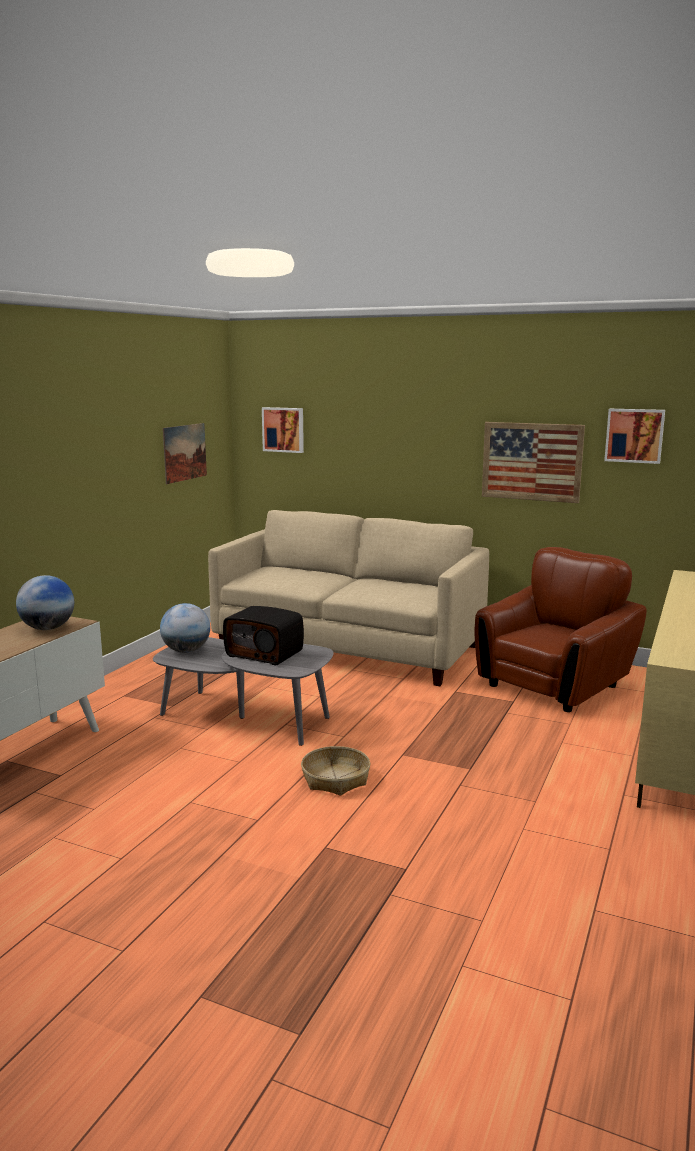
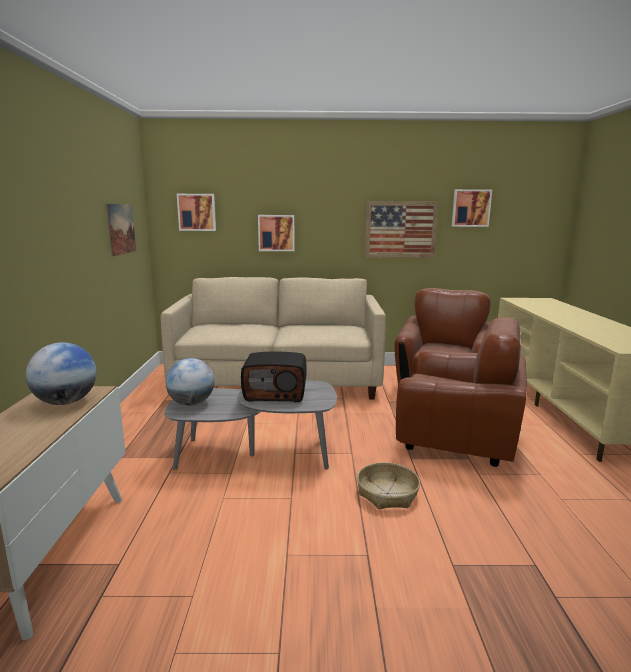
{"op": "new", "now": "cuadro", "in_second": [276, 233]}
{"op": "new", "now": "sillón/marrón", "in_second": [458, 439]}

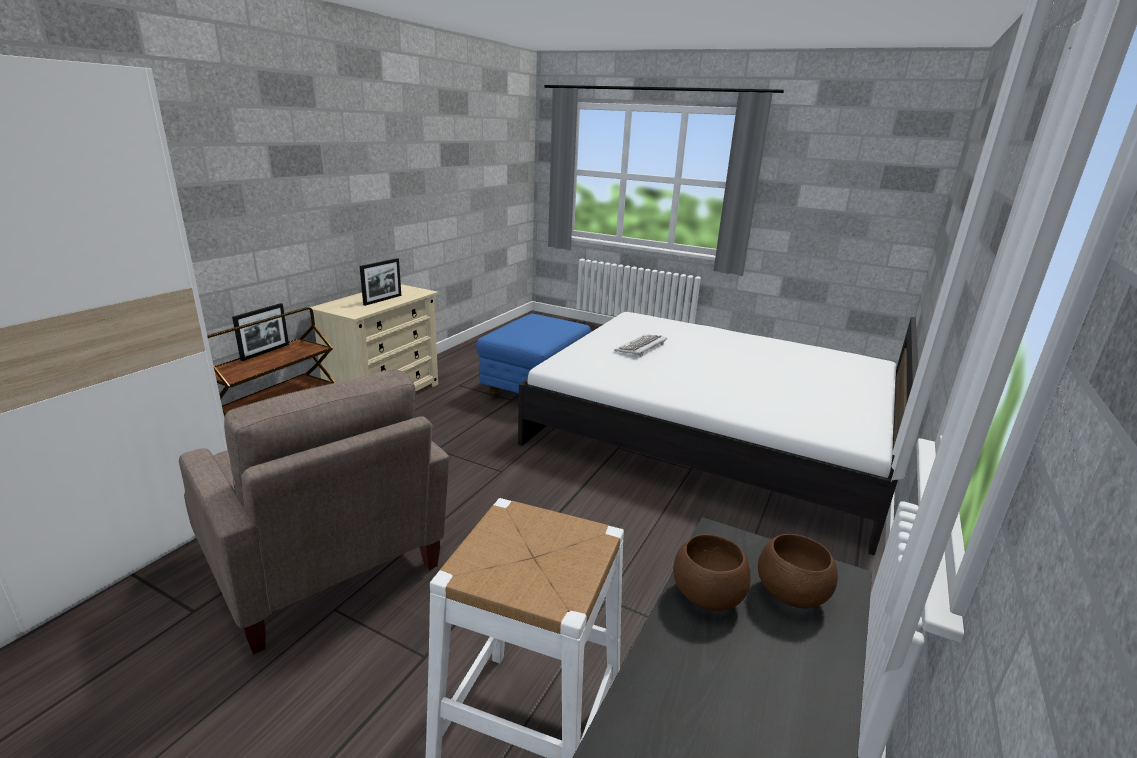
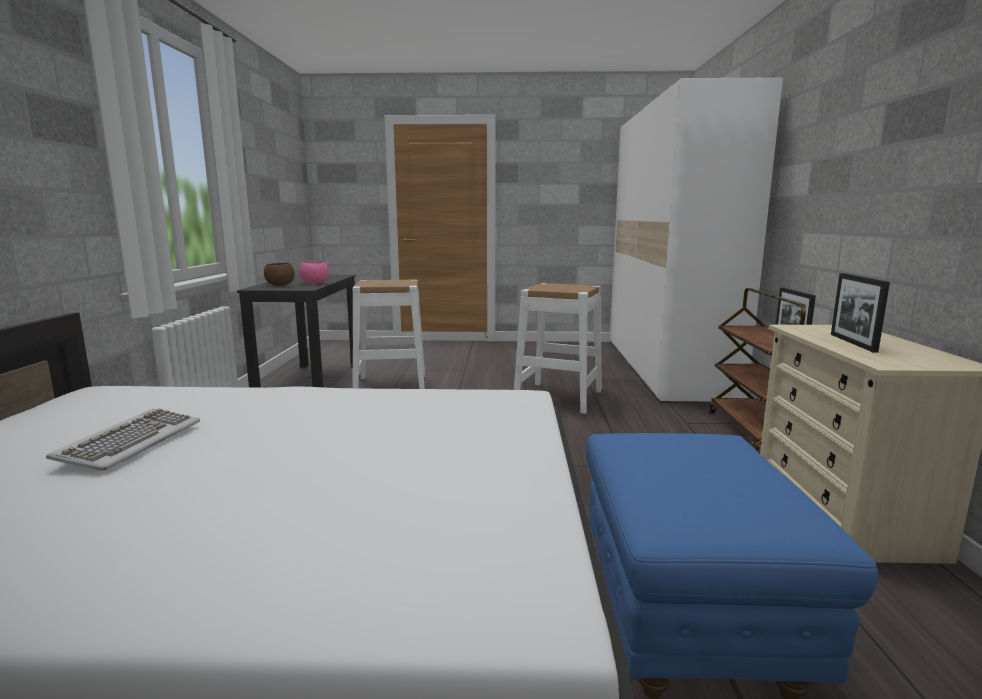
{"op": "shifted", "was": "teclado", "in_first": [641, 347], "in_second": [130, 443]}
{"op": "swapped", "was": "sillón/beis", "now": "taburete/blanco", "in_first": [326, 568], "in_second": [558, 397]}
{"op": "repainted", "was": "cuenco/marrón", "now": "cuenco/rosa", "in_first": [707, 596], "in_second": [314, 283]}

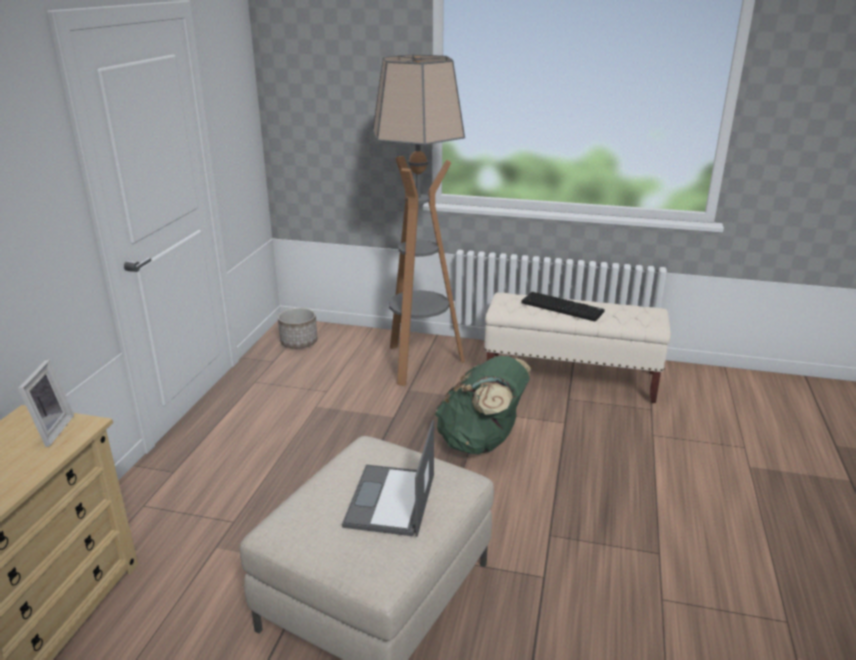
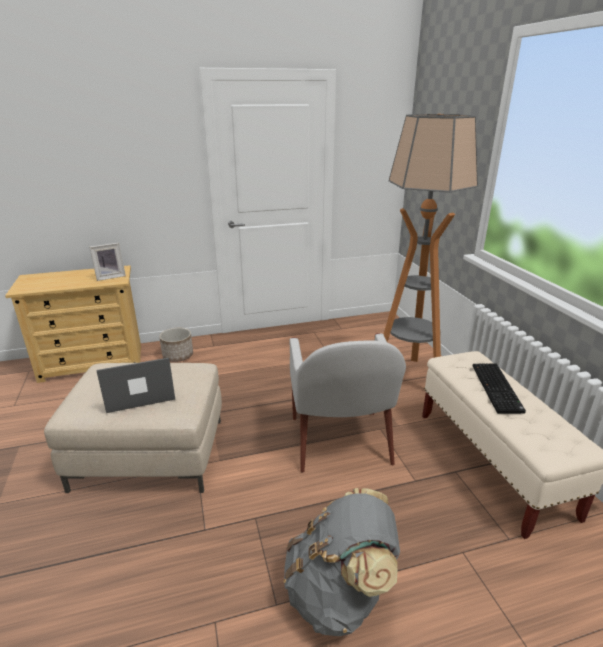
{"op": "shifted", "was": "maceta", "in_first": [299, 342], "in_second": [178, 356]}
{"op": "swapped", "was": "mochila/verde", "now": "sillón/blanco", "in_first": [481, 442], "in_second": [340, 442]}
{"op": "new", "now": "mochila/gris", "in_second": [339, 593]}

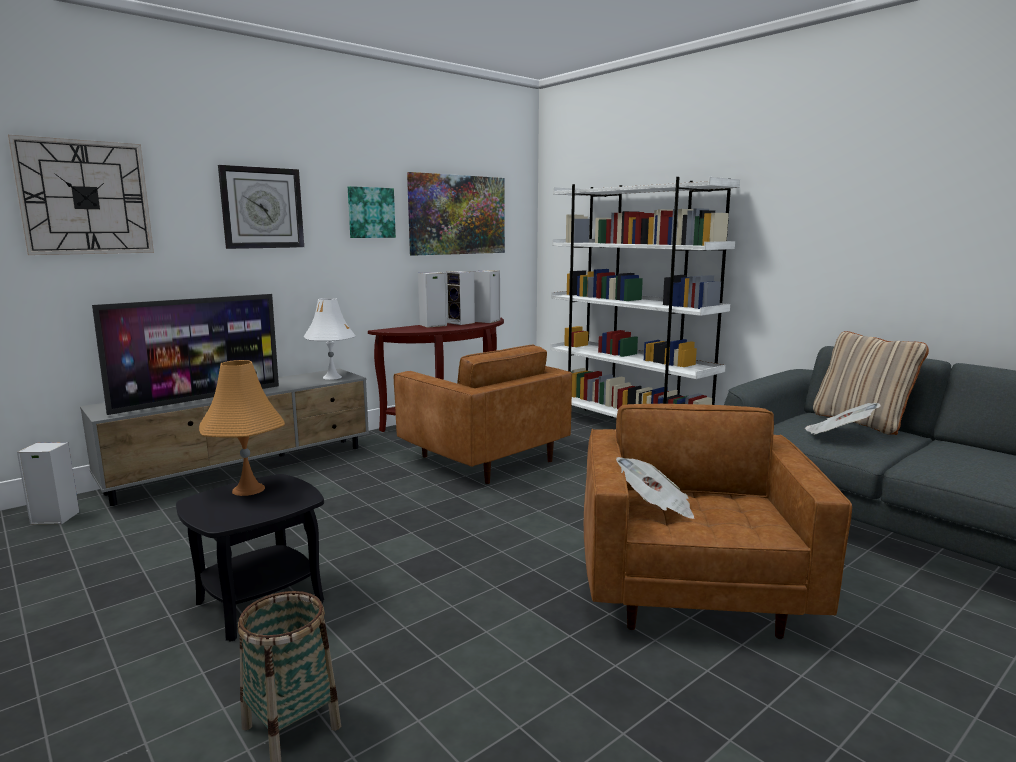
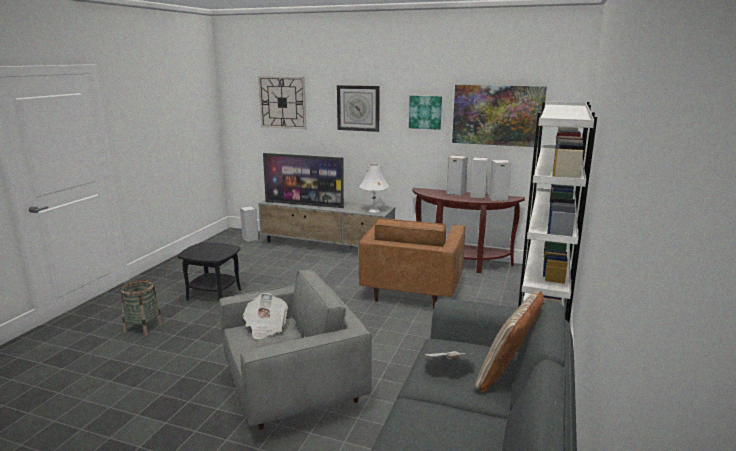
{"op": "gone", "was": "lámpara de mesa/naranja", "in_first": [248, 489]}
{"op": "repainted", "was": "sillón/marrón", "now": "sillón/gris", "in_first": [692, 591], "in_second": [294, 392]}

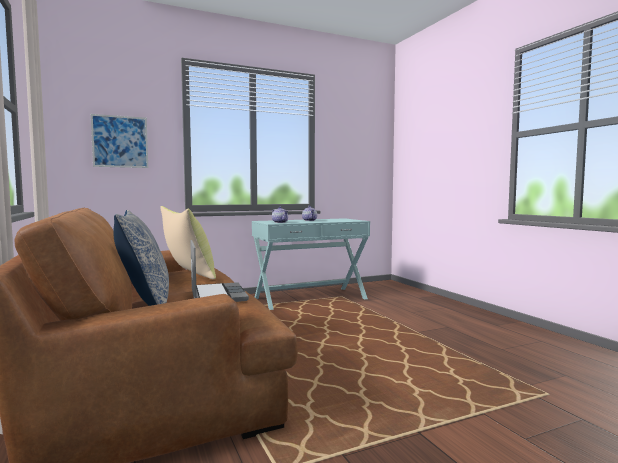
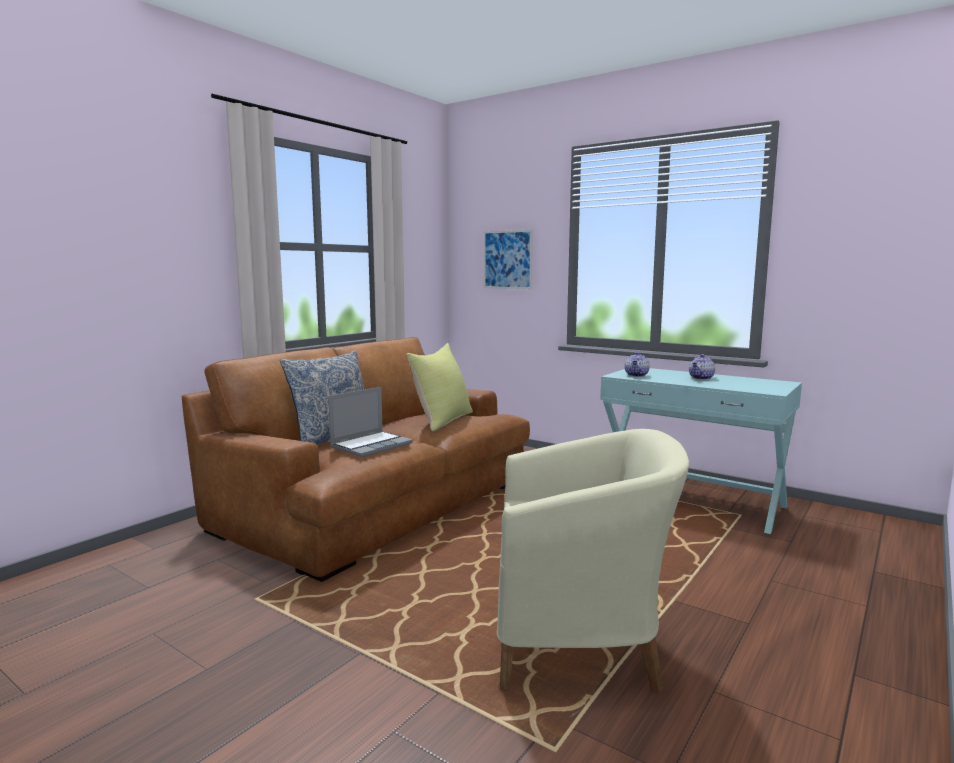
{"op": "new", "now": "sillón/beis", "in_second": [580, 644]}

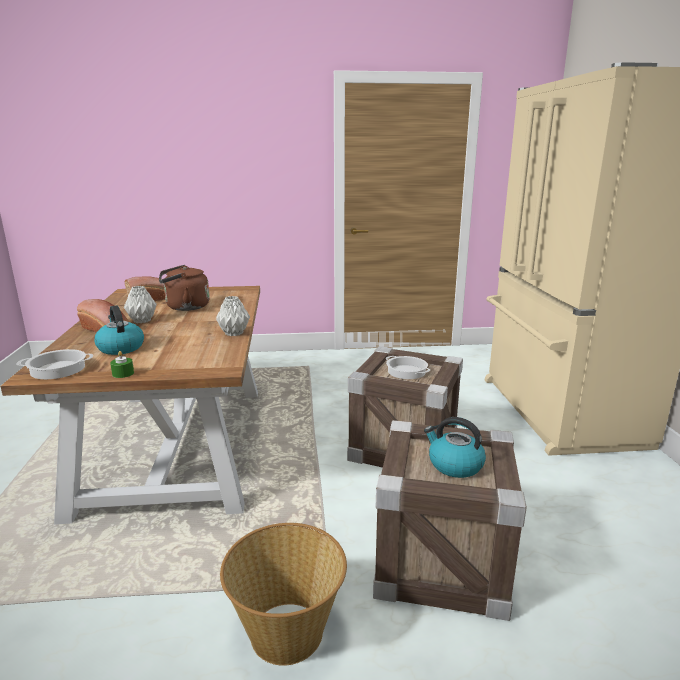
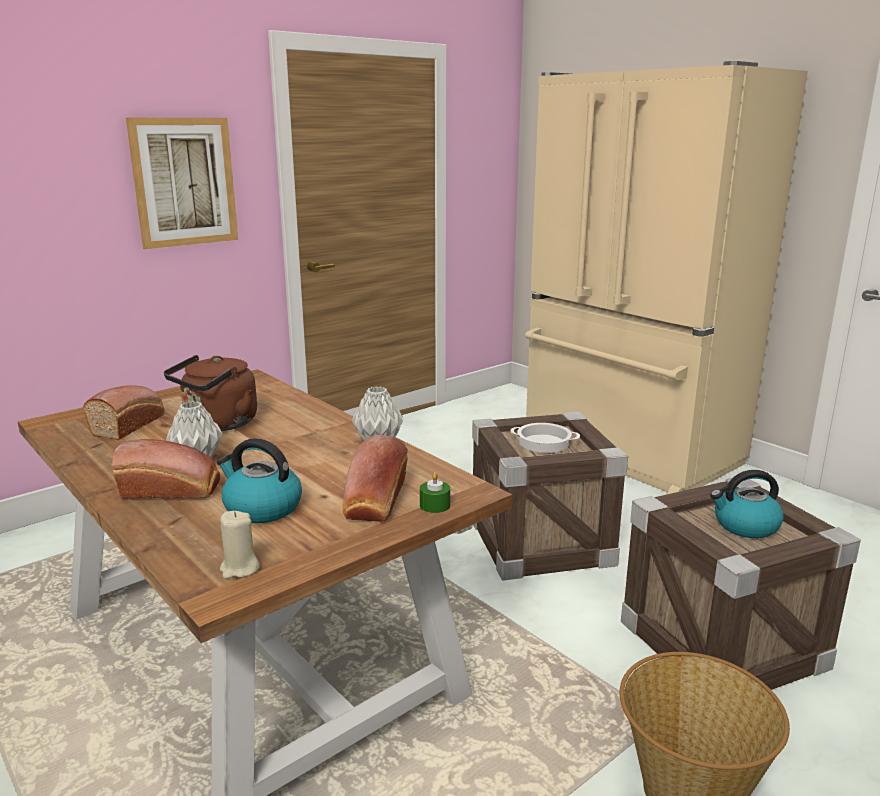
{"op": "swapped", "was": "olla", "now": "vela/beis", "in_first": [58, 369], "in_second": [240, 569]}
{"op": "shifted", "was": "vela/verde", "in_first": [123, 373], "in_second": [435, 505]}
{"op": "new", "now": "cuadro", "in_second": [184, 182]}
{"op": "new", "now": "pan", "in_second": [375, 501]}

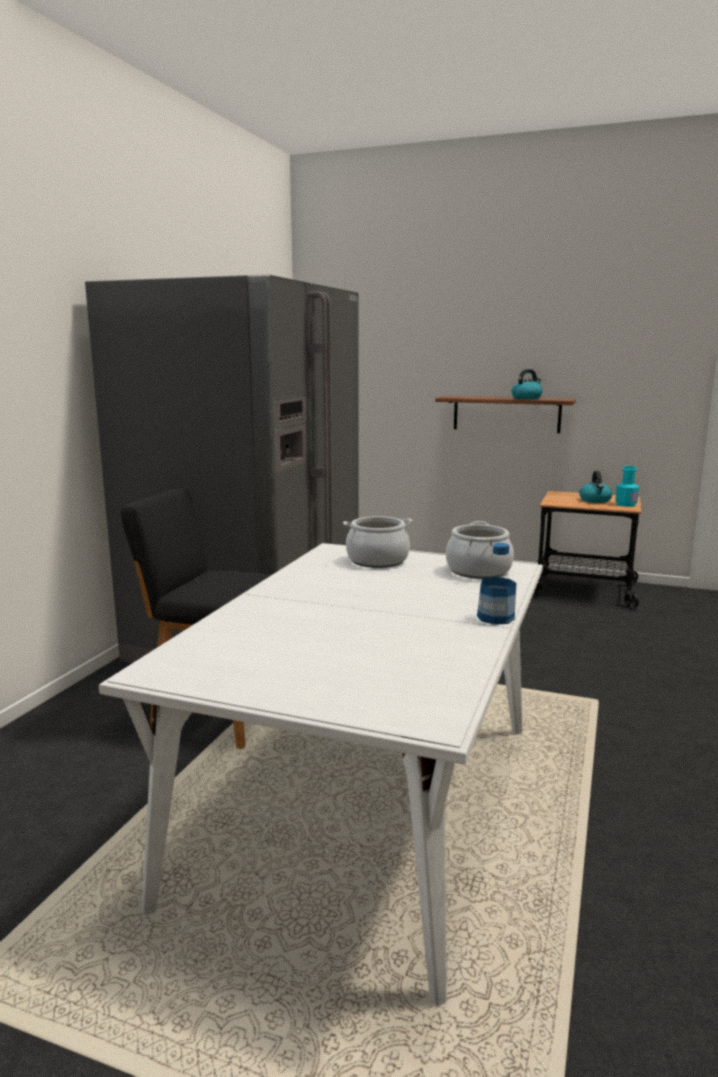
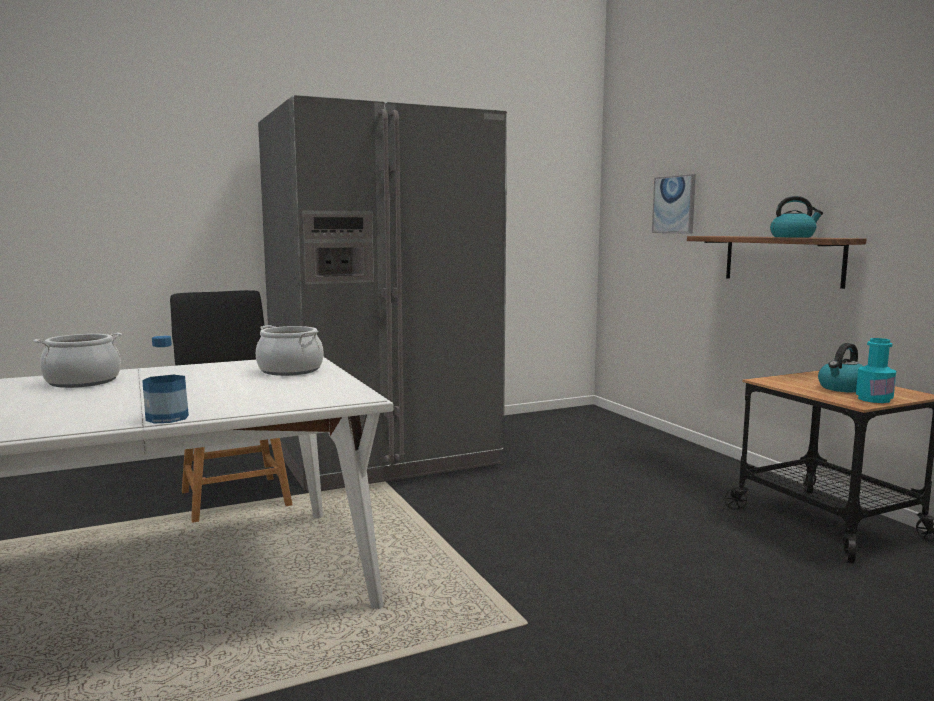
{"op": "shifted", "was": "olla", "in_first": [478, 571], "in_second": [83, 382]}
{"op": "new", "now": "cuadro", "in_second": [674, 204]}

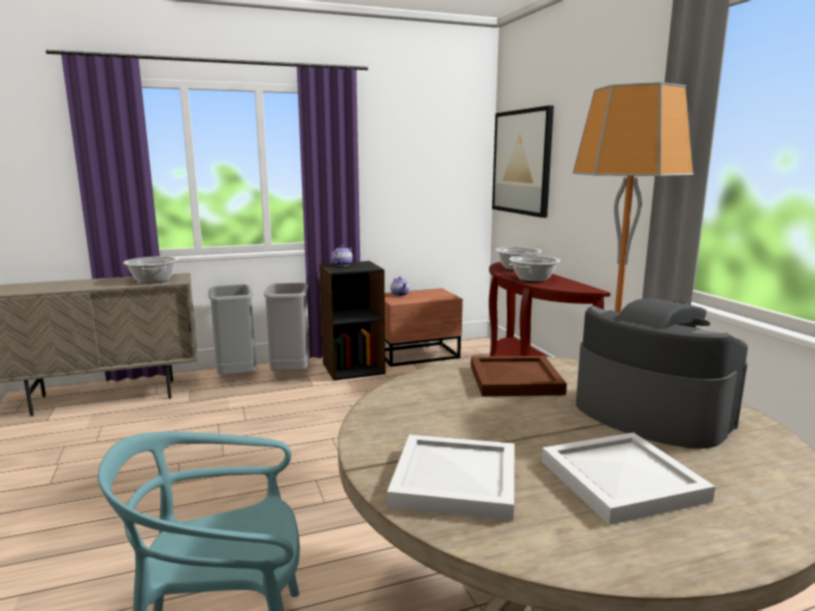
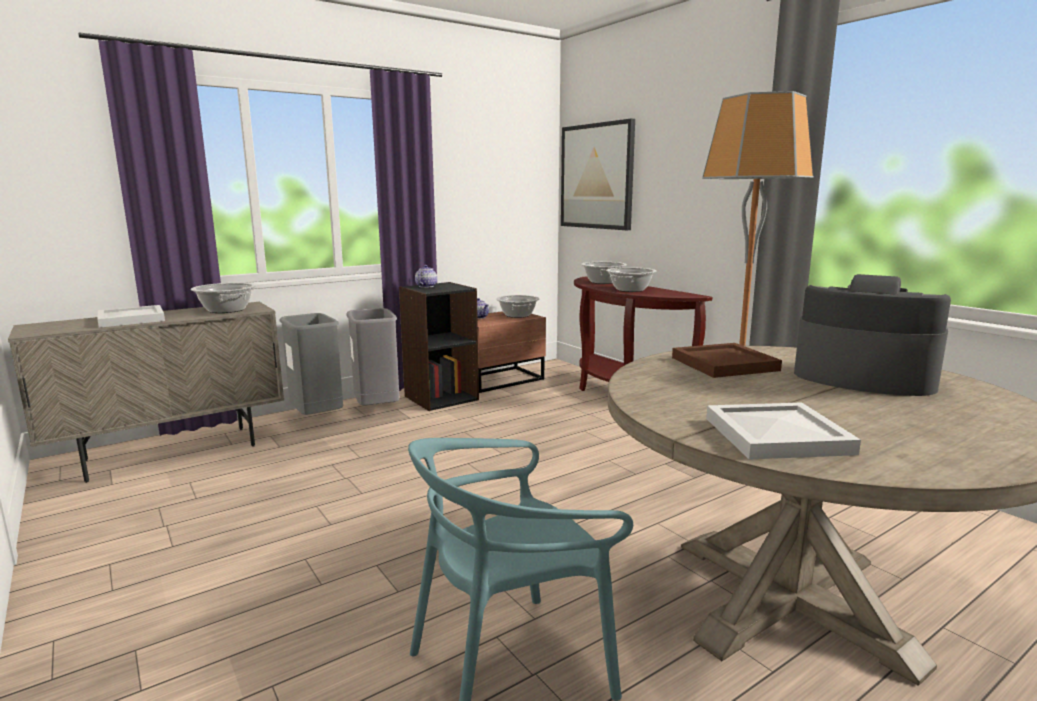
{"op": "shifted", "was": "bandeja/blanco", "in_first": [621, 482], "in_second": [130, 319]}
{"op": "new", "now": "olla", "in_second": [518, 315]}

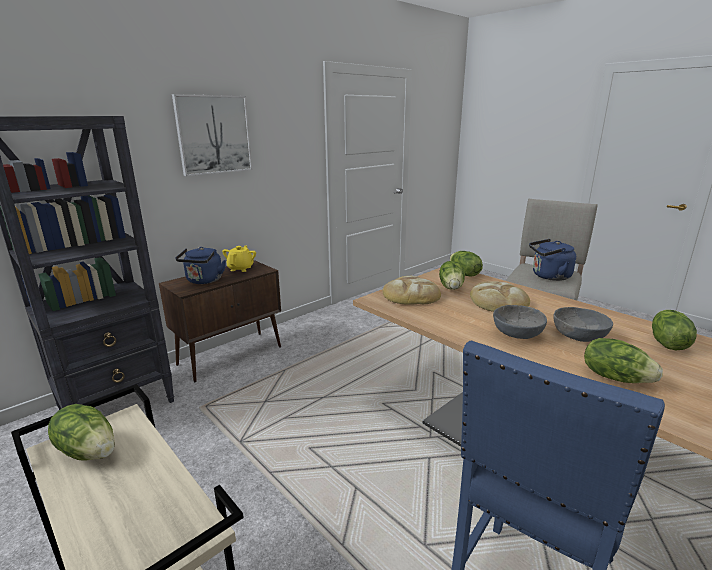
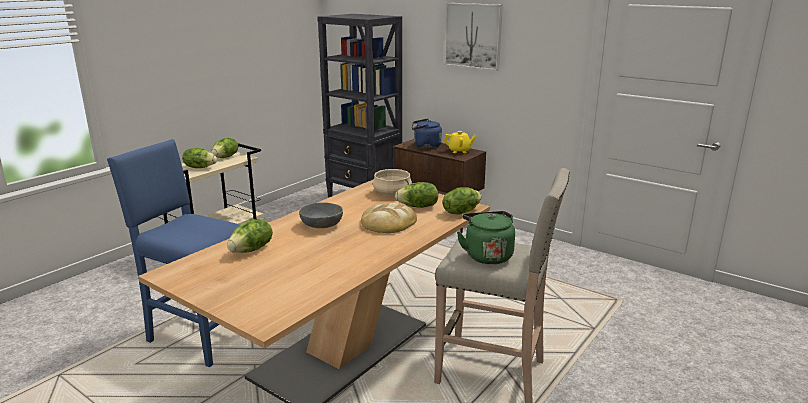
{"op": "repainted", "was": "hervidor/azul", "now": "hervidor/verde", "in_first": [549, 276], "in_second": [487, 255]}
{"op": "swapped", "was": "pan", "now": "olla/beis", "in_first": [410, 295], "in_second": [392, 193]}
{"op": "gone", "was": "cuenco/gris", "in_first": [579, 336]}
{"op": "shifted", "was": "lechuga", "in_first": [666, 343], "in_second": [200, 167]}

